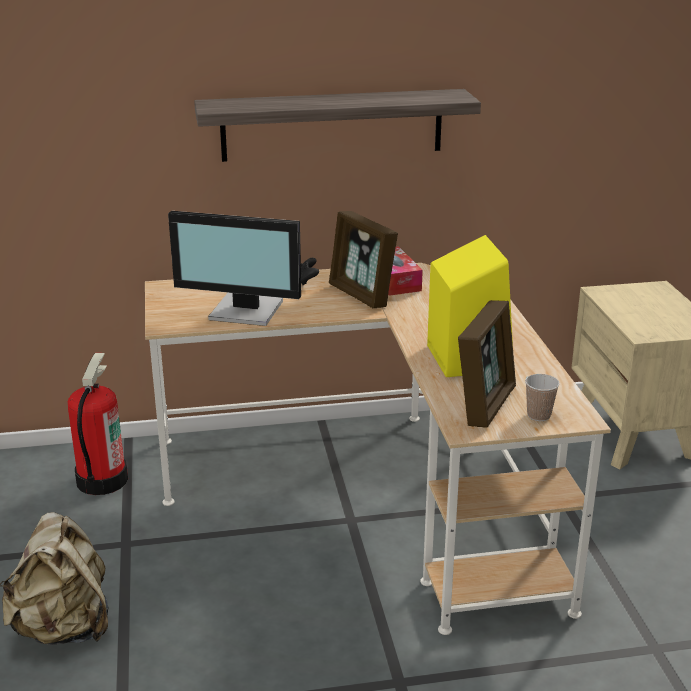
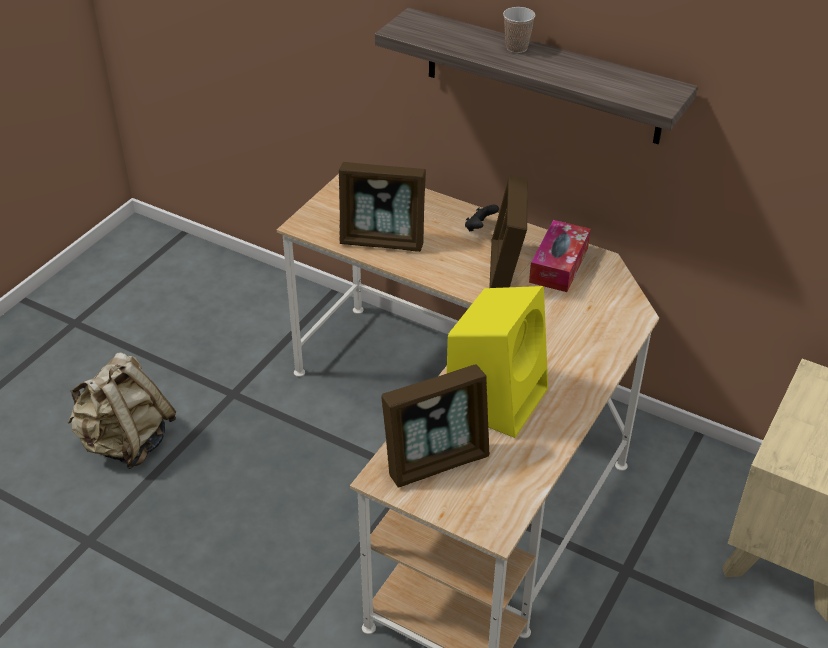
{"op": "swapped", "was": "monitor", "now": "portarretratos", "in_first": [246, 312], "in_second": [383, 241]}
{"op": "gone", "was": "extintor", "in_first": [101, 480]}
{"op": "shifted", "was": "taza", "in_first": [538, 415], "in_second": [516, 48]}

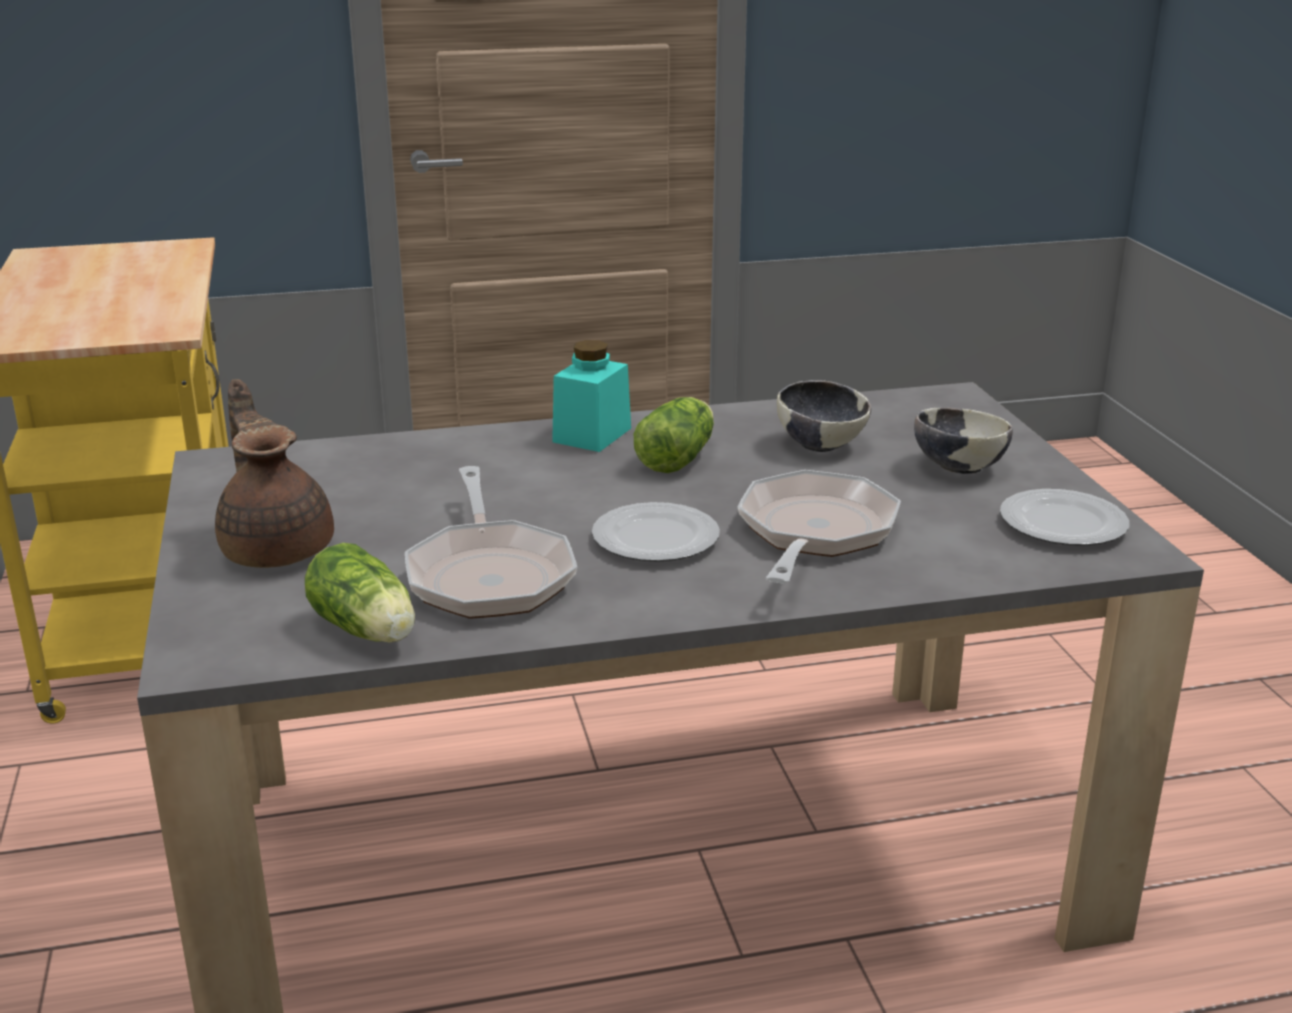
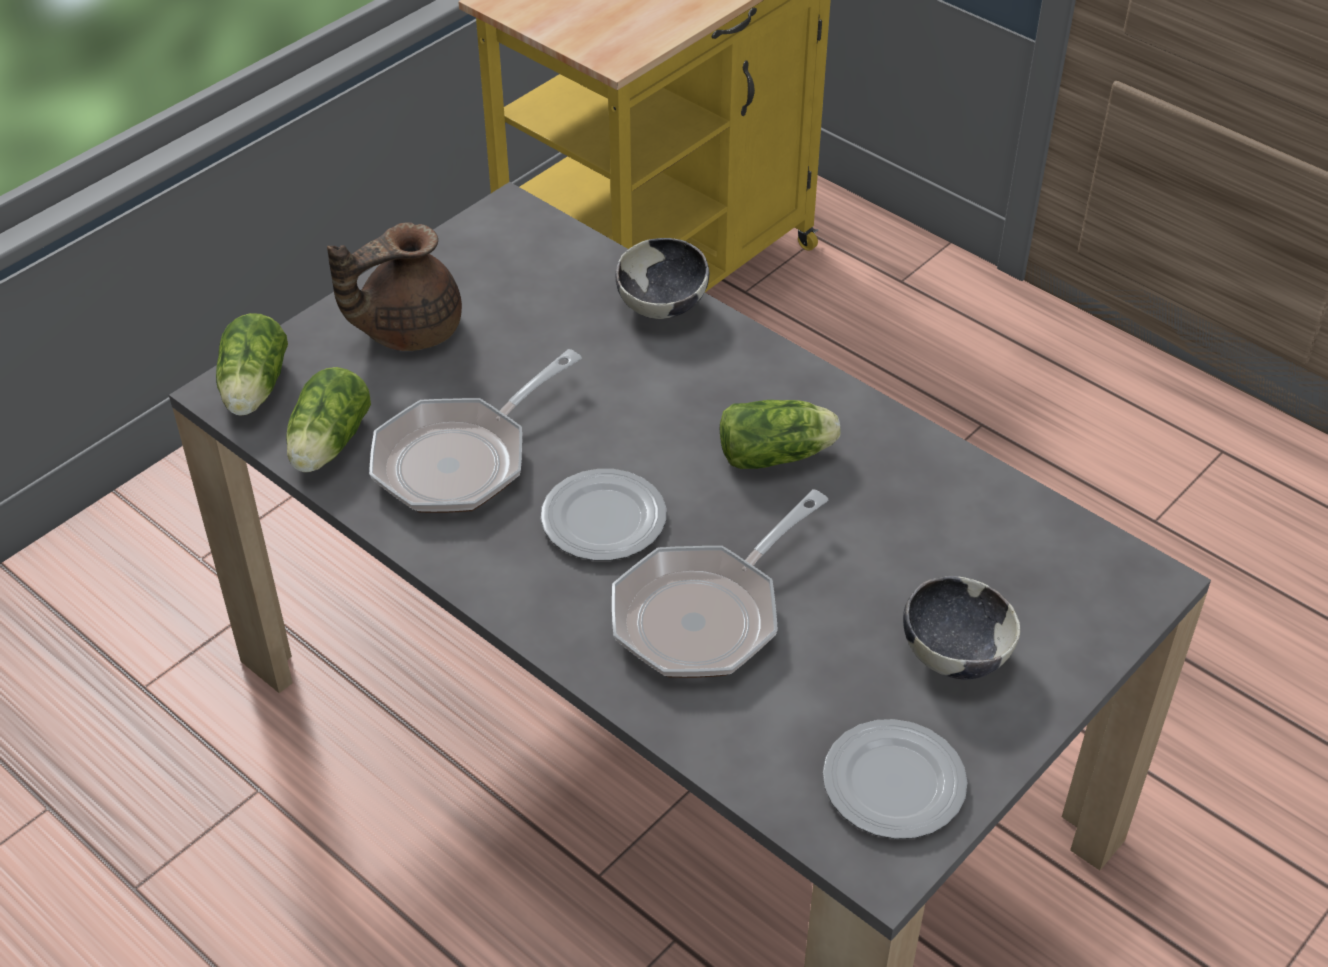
{"op": "gone", "was": "tarro/turquesa", "in_first": [592, 435]}
{"op": "rotated", "was": "tetera/marrón", "in_first": [277, 548], "in_second": [406, 329], "clockwise": -150}
{"op": "shifted", "was": "cuenco", "in_first": [821, 444], "in_second": [663, 307]}
{"op": "rotated", "was": "sartén", "in_first": [814, 534], "in_second": [706, 613], "clockwise": 150}
{"op": "new", "now": "lechuga", "in_second": [253, 390]}

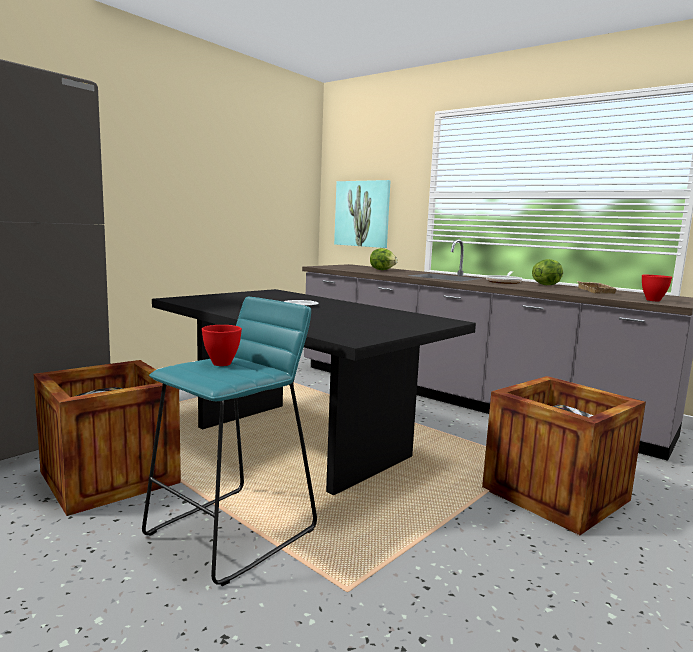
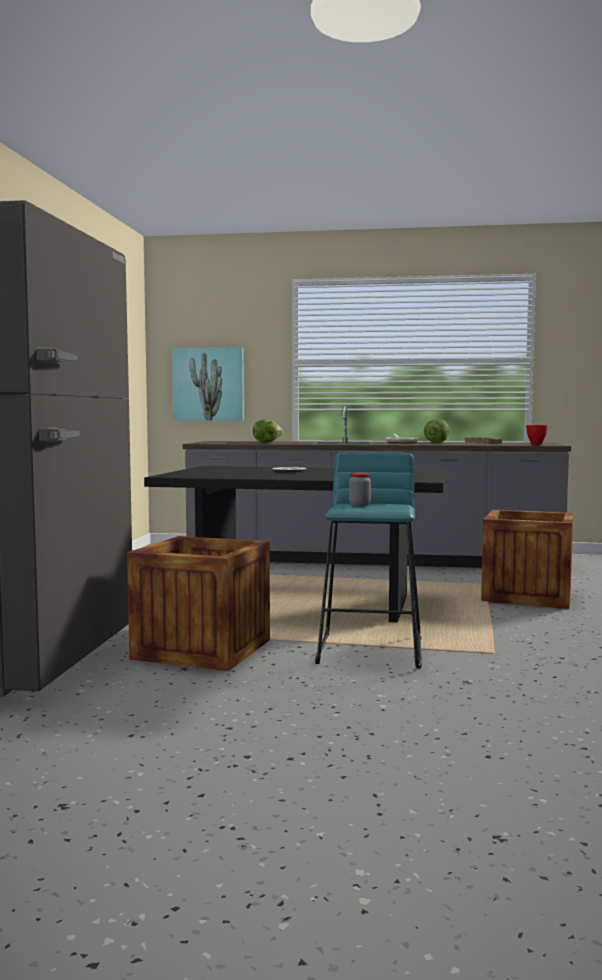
{"op": "swapped", "was": "cuenco/rojo", "now": "tarro", "in_first": [220, 364], "in_second": [359, 505]}

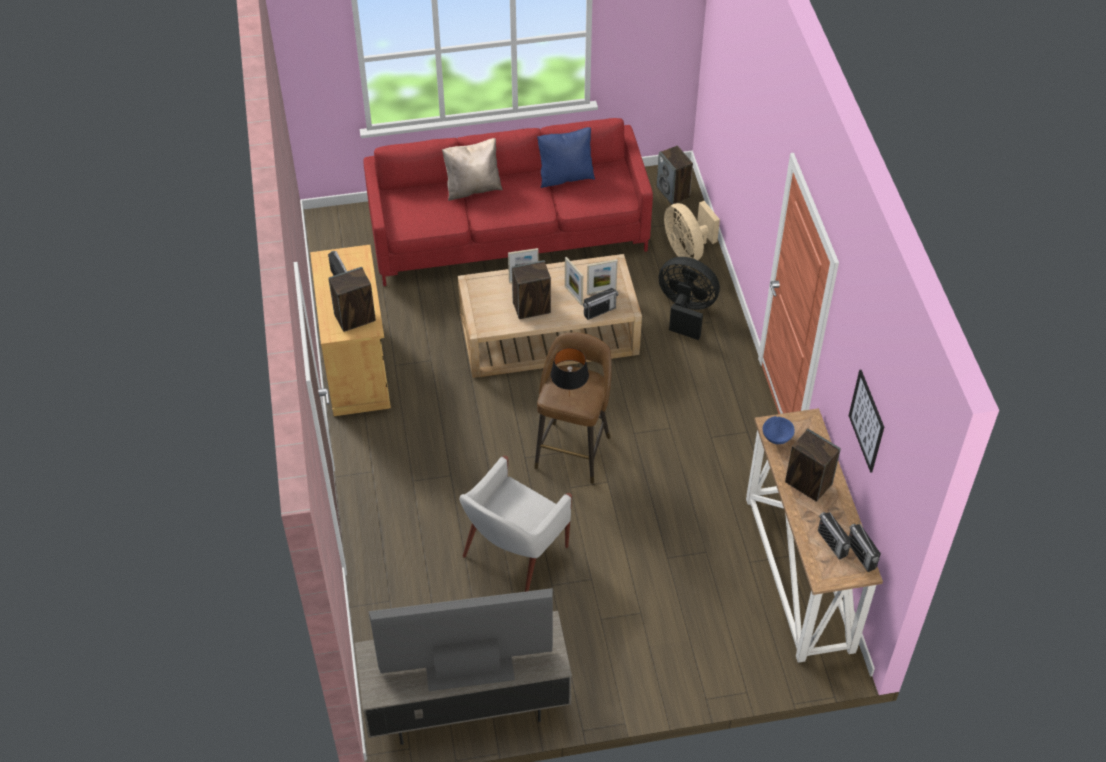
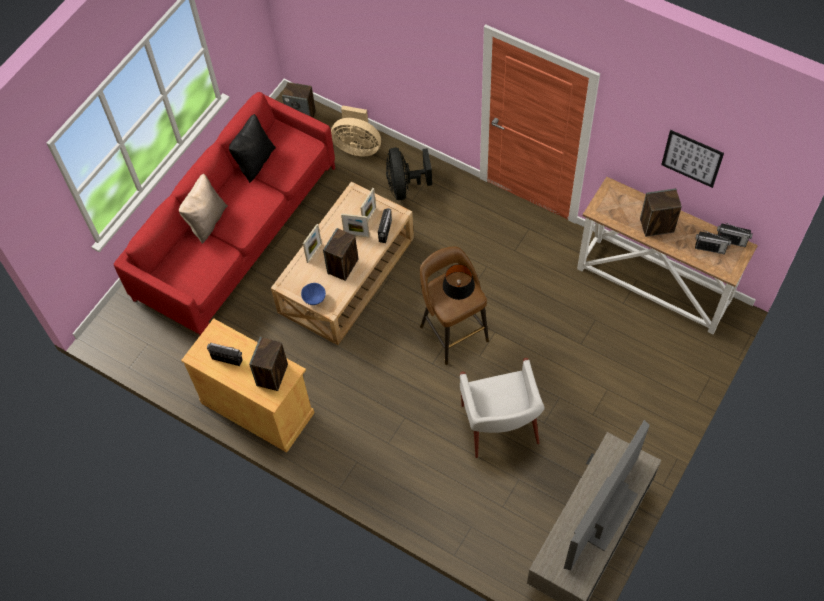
{"op": "repainted", "was": "cojín/azul", "now": "cojín/negro", "in_first": [565, 176], "in_second": [255, 161]}
{"op": "rotated", "was": "ventilador/negro", "in_first": [685, 311], "in_second": [405, 186], "clockwise": -75}
{"op": "shifted", "was": "cuenco/azul", "in_first": [777, 438], "in_second": [314, 299]}

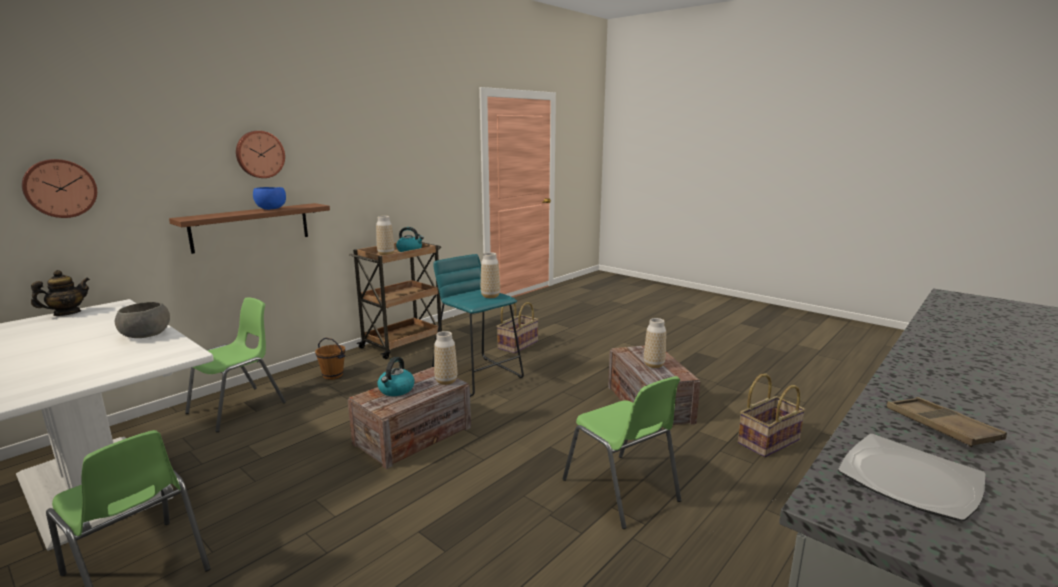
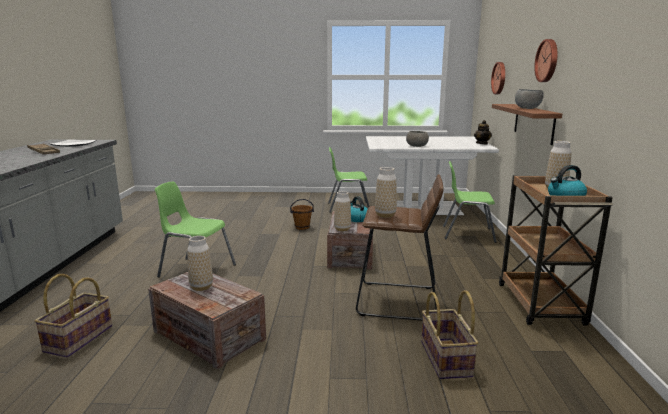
{"op": "repainted", "was": "cuenco/azul", "now": "cuenco/gris", "in_first": [270, 209], "in_second": [528, 108]}
{"op": "repainted", "was": "taburete/turquesa", "now": "taburete/marrón", "in_first": [478, 376], "in_second": [397, 301]}
{"op": "rotated", "was": "silla/verde", "in_first": [239, 408], "in_second": [467, 234], "clockwise": 105}
{"op": "shifted", "was": "cubo/marrón", "in_first": [332, 376], "in_second": [302, 227]}

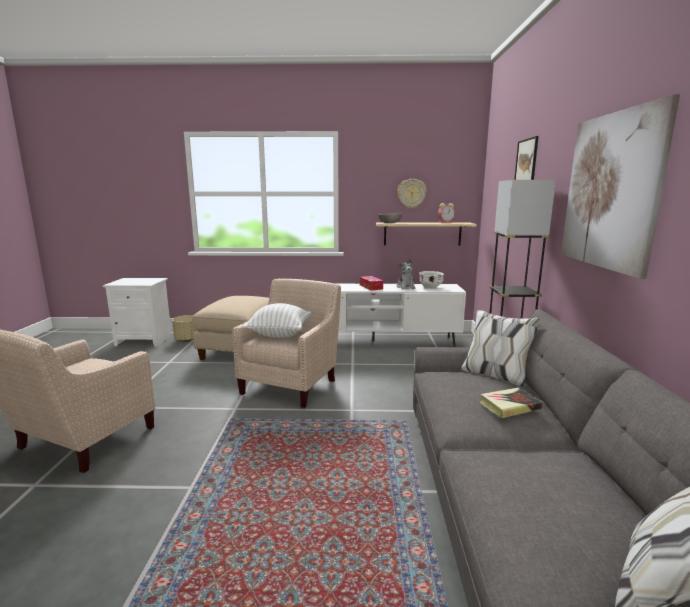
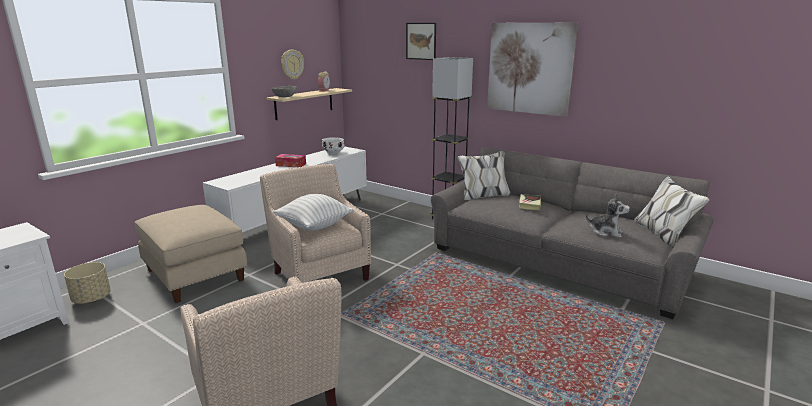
{"op": "shifted", "was": "peluche", "in_first": [406, 287], "in_second": [606, 232]}

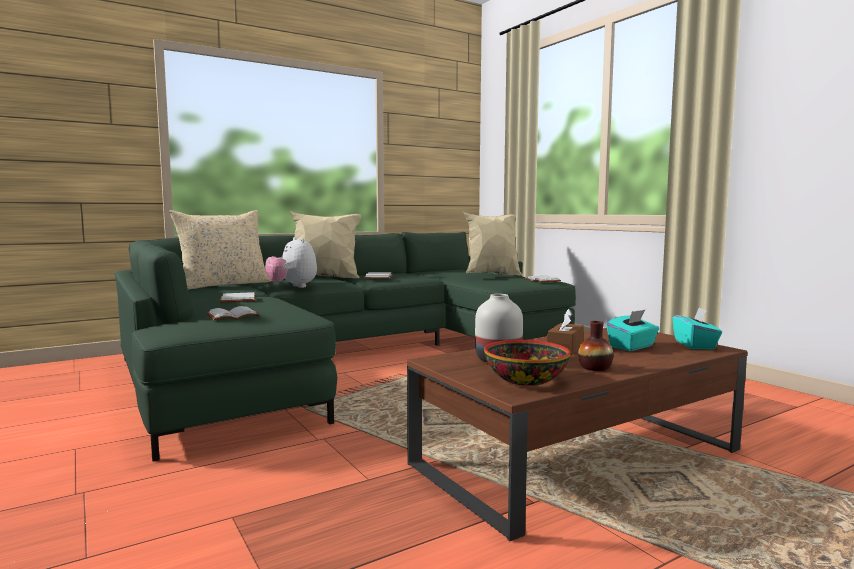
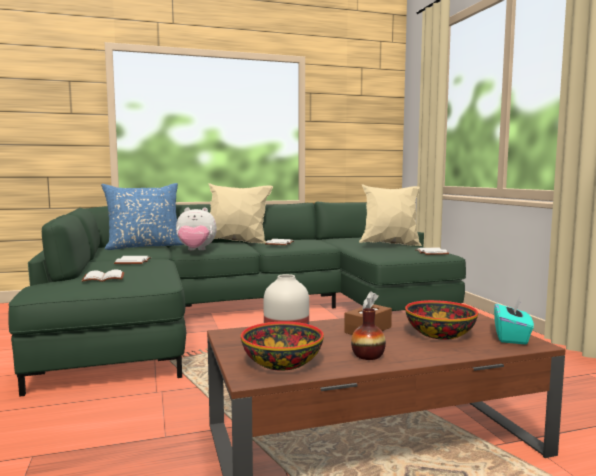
{"op": "repainted", "was": "cojín/beis", "now": "cojín/azul", "in_first": [224, 285], "in_second": [144, 246]}
{"op": "rotated", "was": "peluche", "in_first": [292, 287], "in_second": [196, 250], "clockwise": -75}
{"op": "swapped", "was": "caja de pañuelos/turquesa", "now": "cuenco", "in_first": [632, 347], "in_second": [439, 334]}

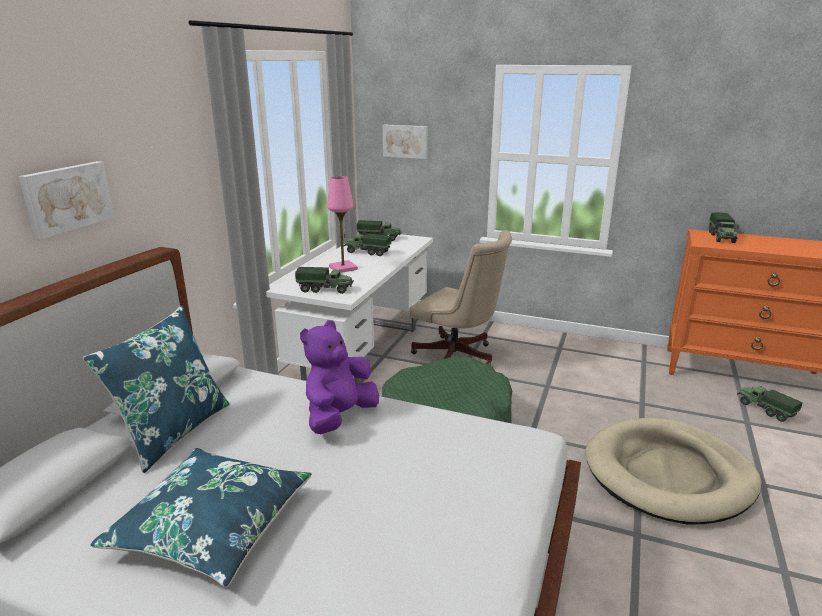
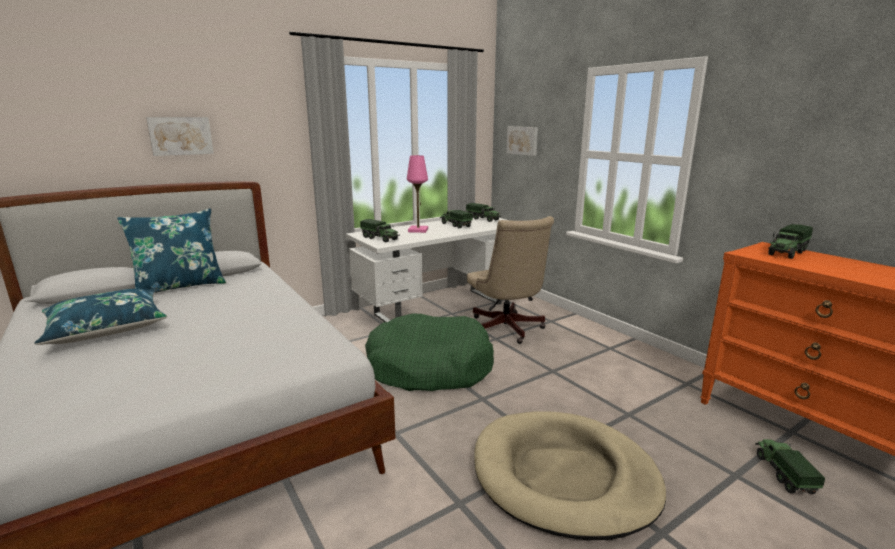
{"op": "gone", "was": "peluche/morado", "in_first": [339, 417]}

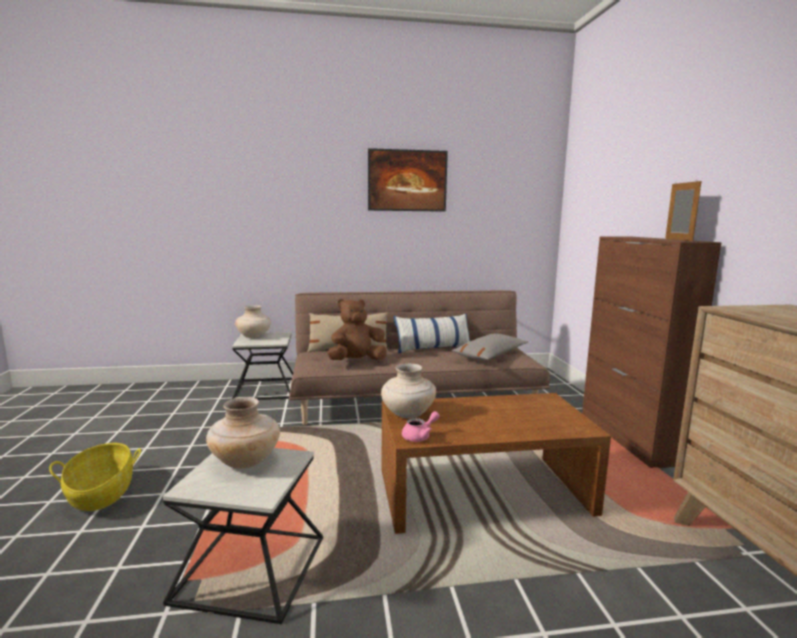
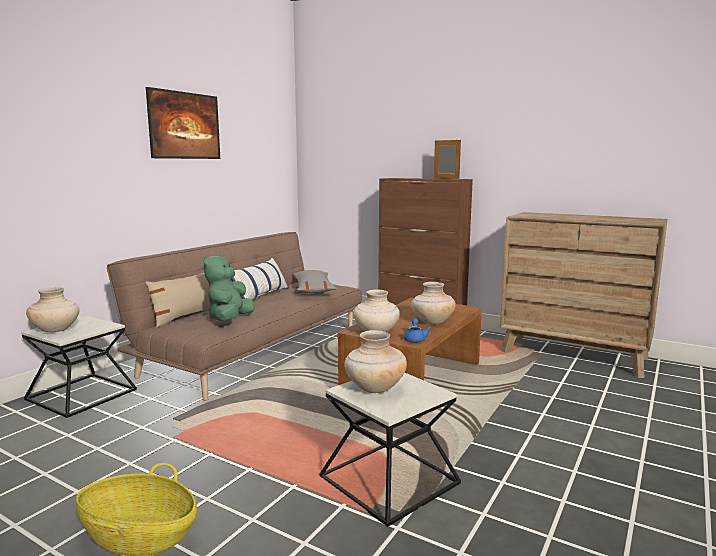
{"op": "repainted", "was": "peluche/marrón", "now": "peluche/verde", "in_first": [356, 361], "in_second": [230, 319]}
{"op": "repainted", "was": "tetera/rosa", "now": "tetera/azul", "in_first": [420, 436], "in_second": [415, 339]}
{"op": "new", "now": "florero/beis", "in_second": [432, 322]}

